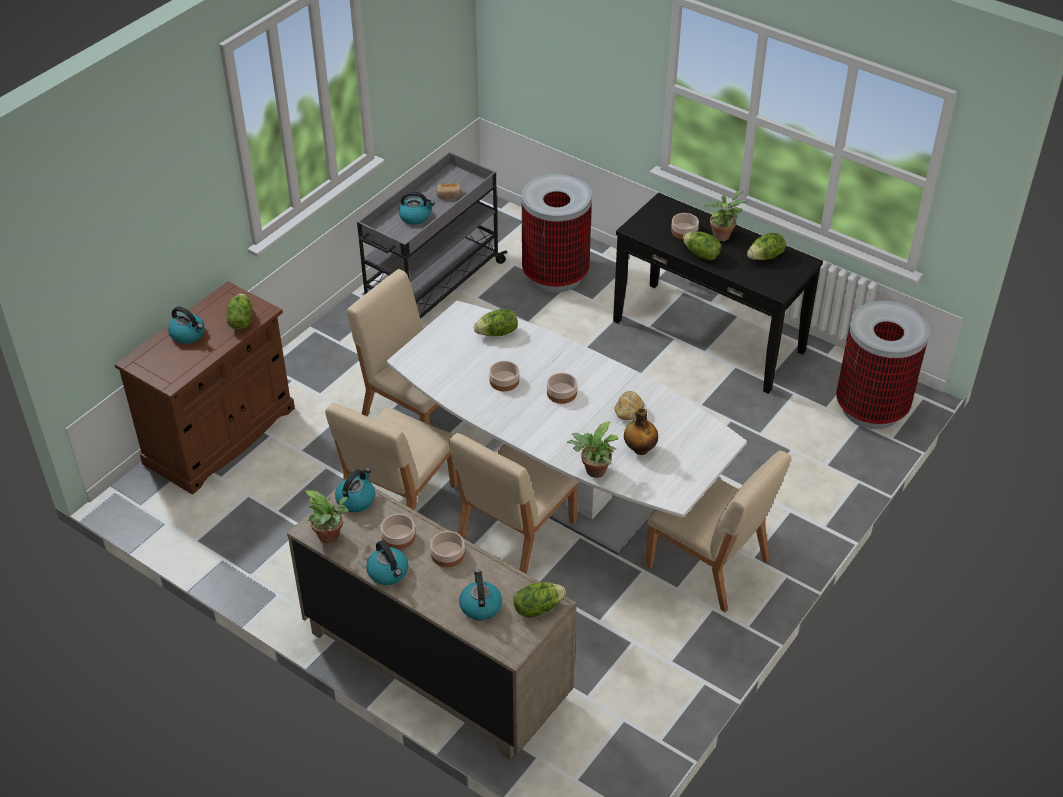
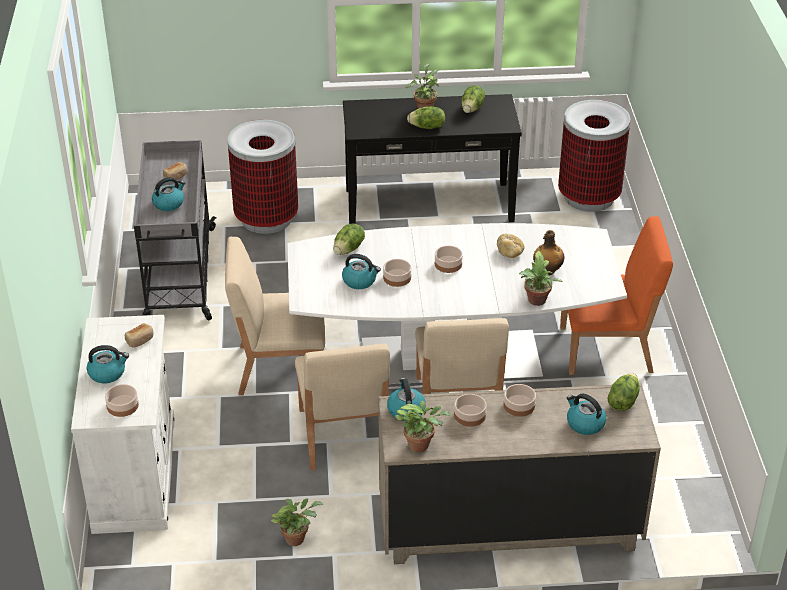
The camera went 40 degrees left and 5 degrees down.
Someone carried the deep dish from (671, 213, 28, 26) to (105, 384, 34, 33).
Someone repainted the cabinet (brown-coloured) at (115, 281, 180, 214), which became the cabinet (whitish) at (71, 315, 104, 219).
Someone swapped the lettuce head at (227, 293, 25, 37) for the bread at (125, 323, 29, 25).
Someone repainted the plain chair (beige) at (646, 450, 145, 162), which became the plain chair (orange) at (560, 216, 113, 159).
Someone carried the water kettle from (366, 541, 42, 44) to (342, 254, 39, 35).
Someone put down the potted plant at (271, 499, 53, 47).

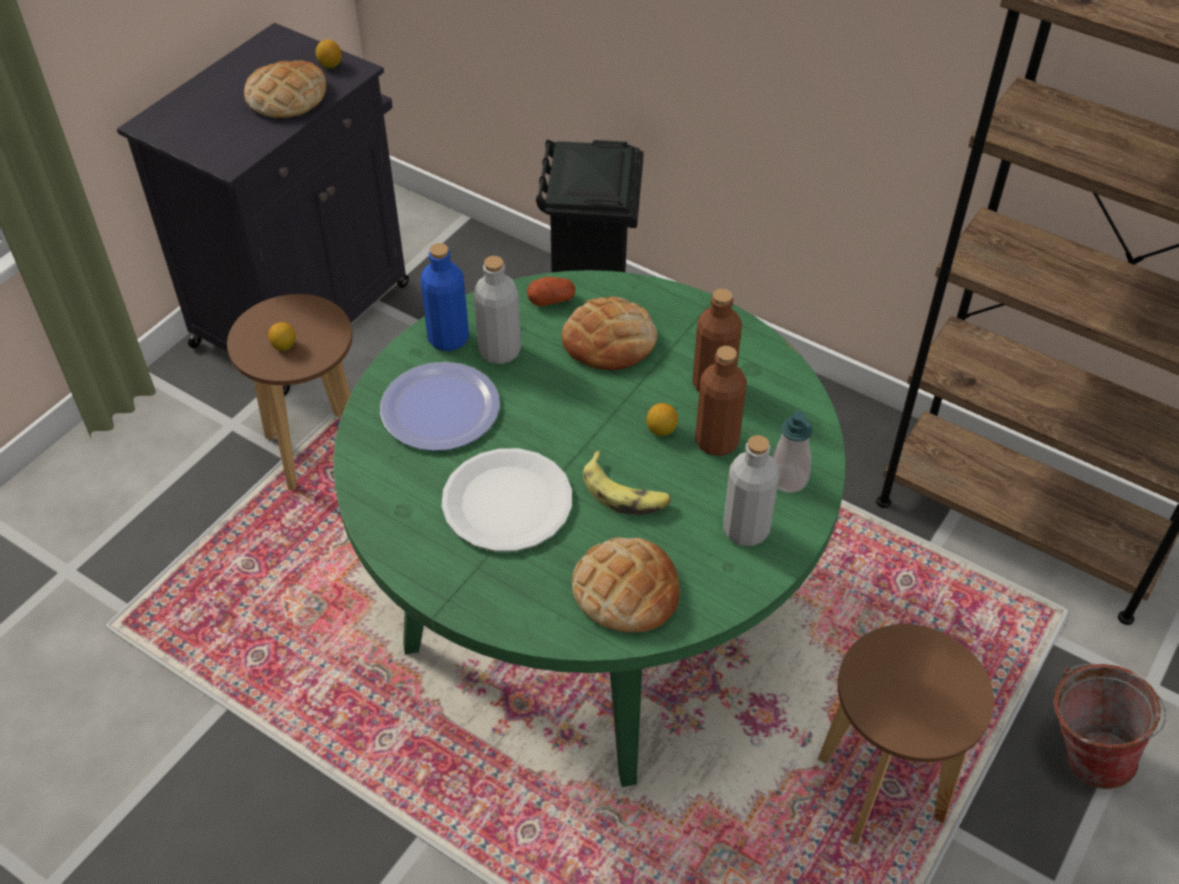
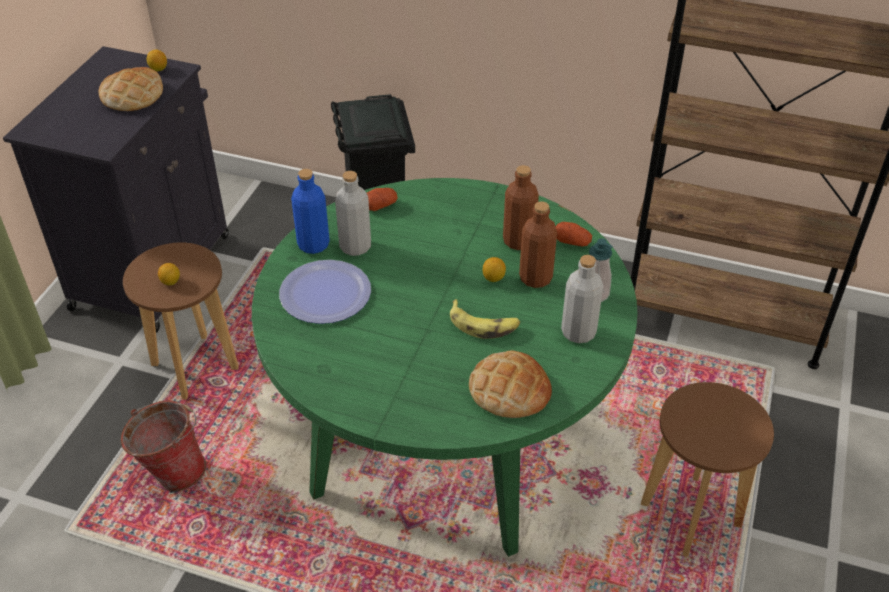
The camera went 15 degrees left and 5 degrees down.
Someone took away the bread at (561, 297, 96, 73).
Someone took away the dinner plate (whitish) at (442, 448, 130, 103).
Someone carried the pail from (1053, 664, 113, 125) to (121, 400, 85, 91).
Someone put down the potato at (556, 222, 36, 25).

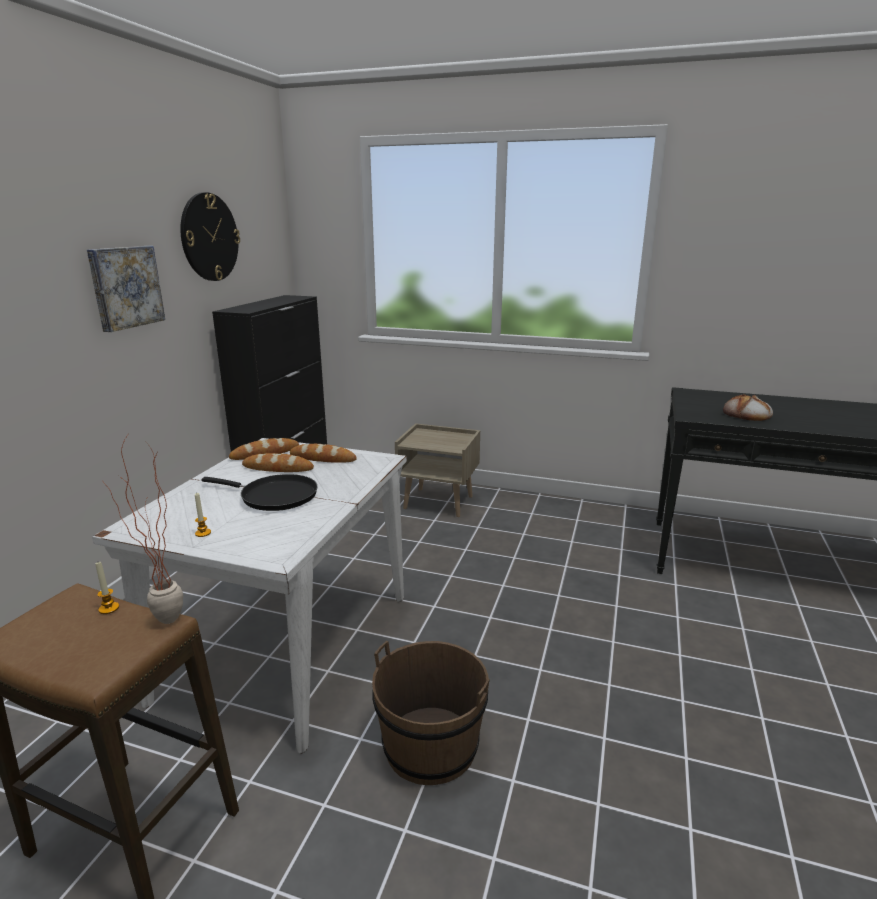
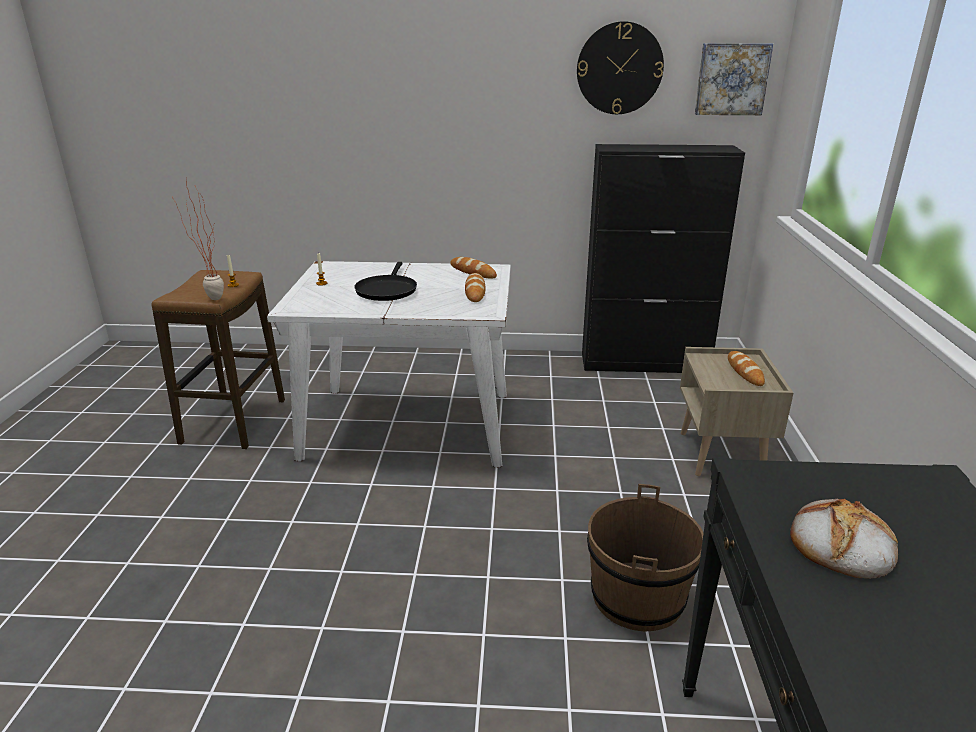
The camera went 75 degrees right and 5 degrees up.
Someone carried the wall art from (87, 246, 78, 86) to (695, 43, 78, 72).
Someone carried the bread from (242, 453, 72, 19) to (728, 351, 37, 35).
Someone carried the pail (brown-coloured) from (372, 641, 118, 144) to (587, 484, 117, 147).

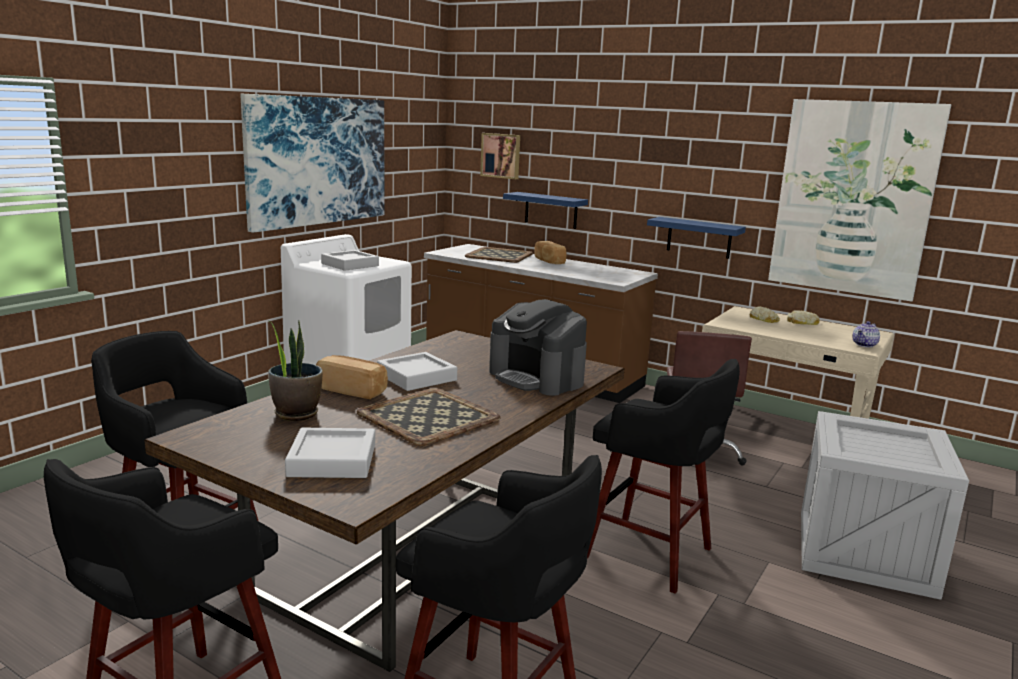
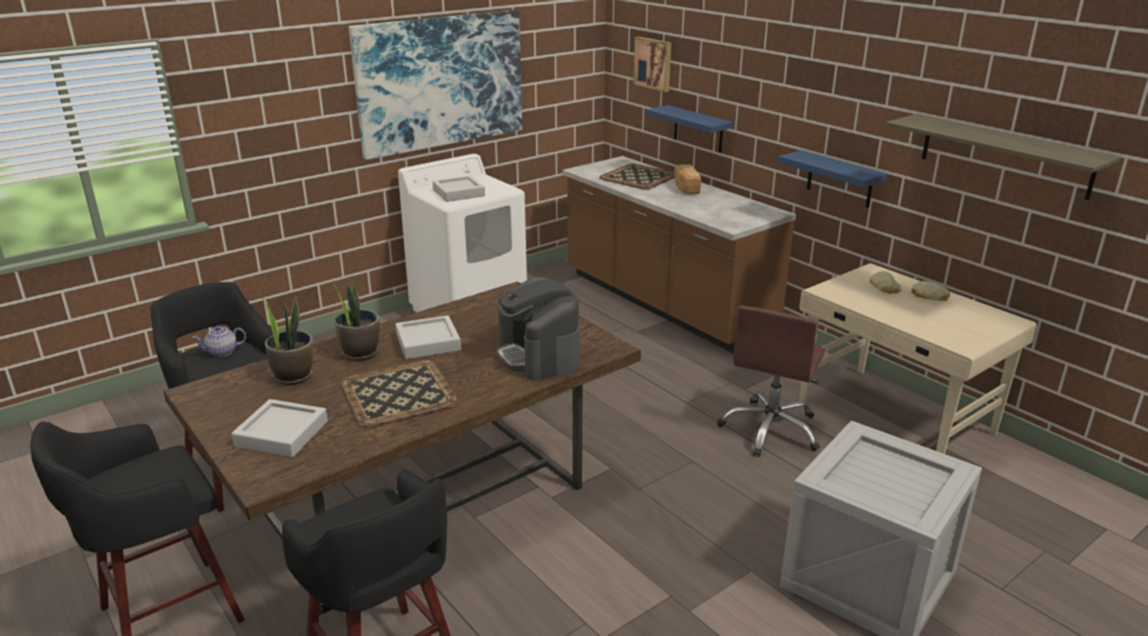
The camera went 20 degrees right and 10 degrees up.
Someone swapped the wall art at (768, 99, 184, 203) for the wall shelf at (885, 114, 236, 86).
Someone carried the pot for tea from (852, 321, 28, 26) to (192, 326, 54, 31).
Someone swapped the bread at (316, 355, 72, 44) for the potted plant at (331, 276, 48, 85).
Someone took away the stool (black) at (587, 359, 153, 235).

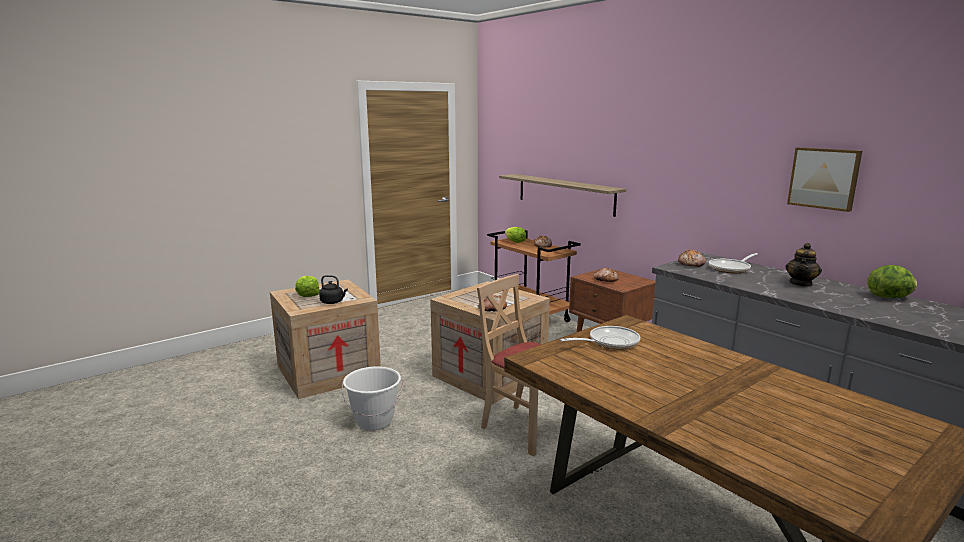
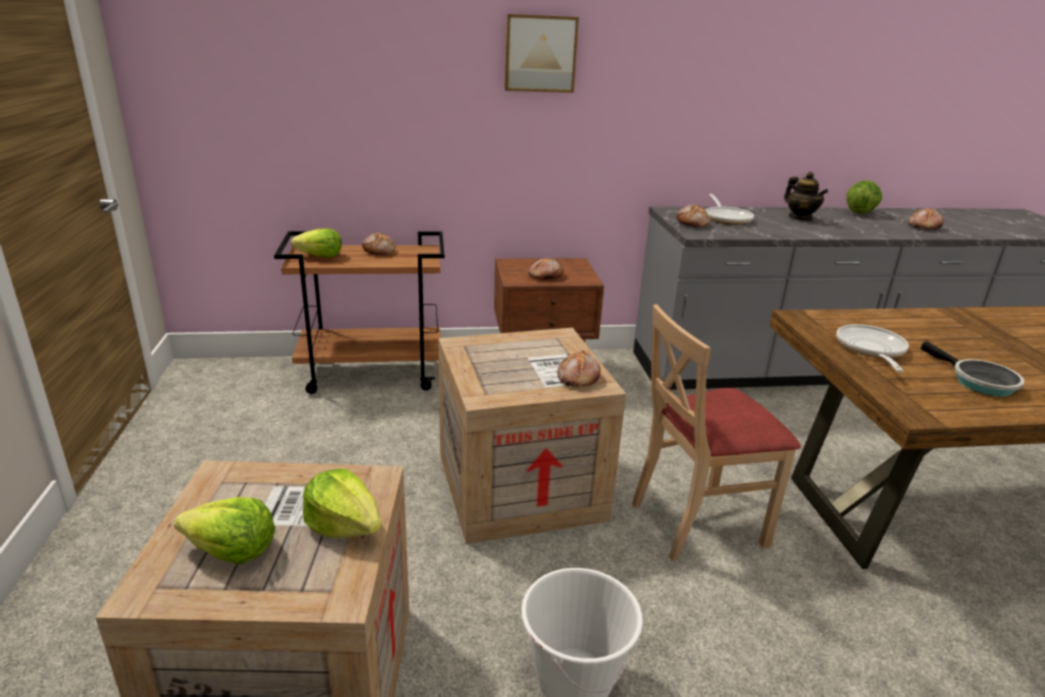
The camera went 60 degrees left and 10 degrees up.
Someone carried the wall art from (787, 147, 75, 65) to (505, 14, 74, 79).
Someone took away the wall shelf at (499, 174, 127, 43).
Someone swapped the water kettle (black) at (319, 275, 29, 29) for the lettuce head at (303, 469, 78, 69).
Someone put down the bread at (908, 208, 36, 21).
Someone put down the skillet at (921, 341, 104, 56).

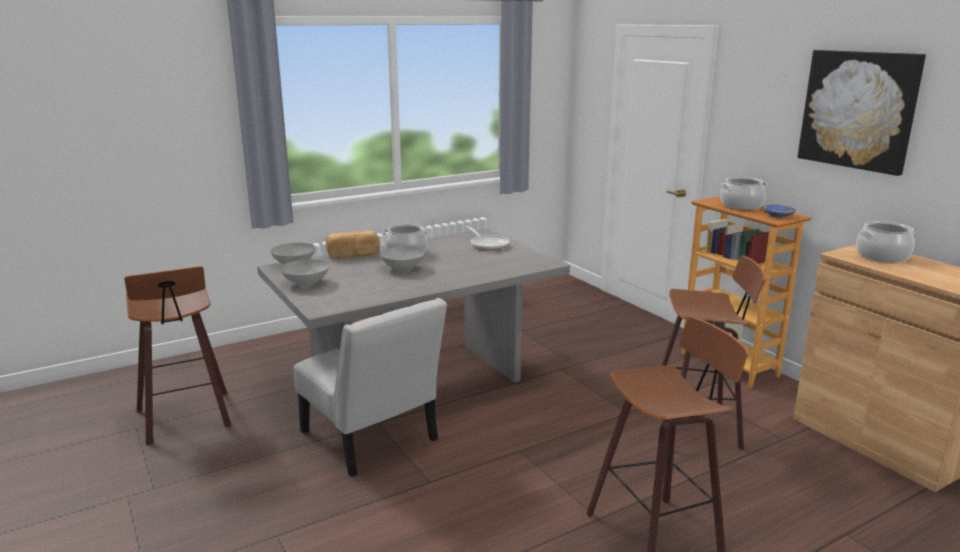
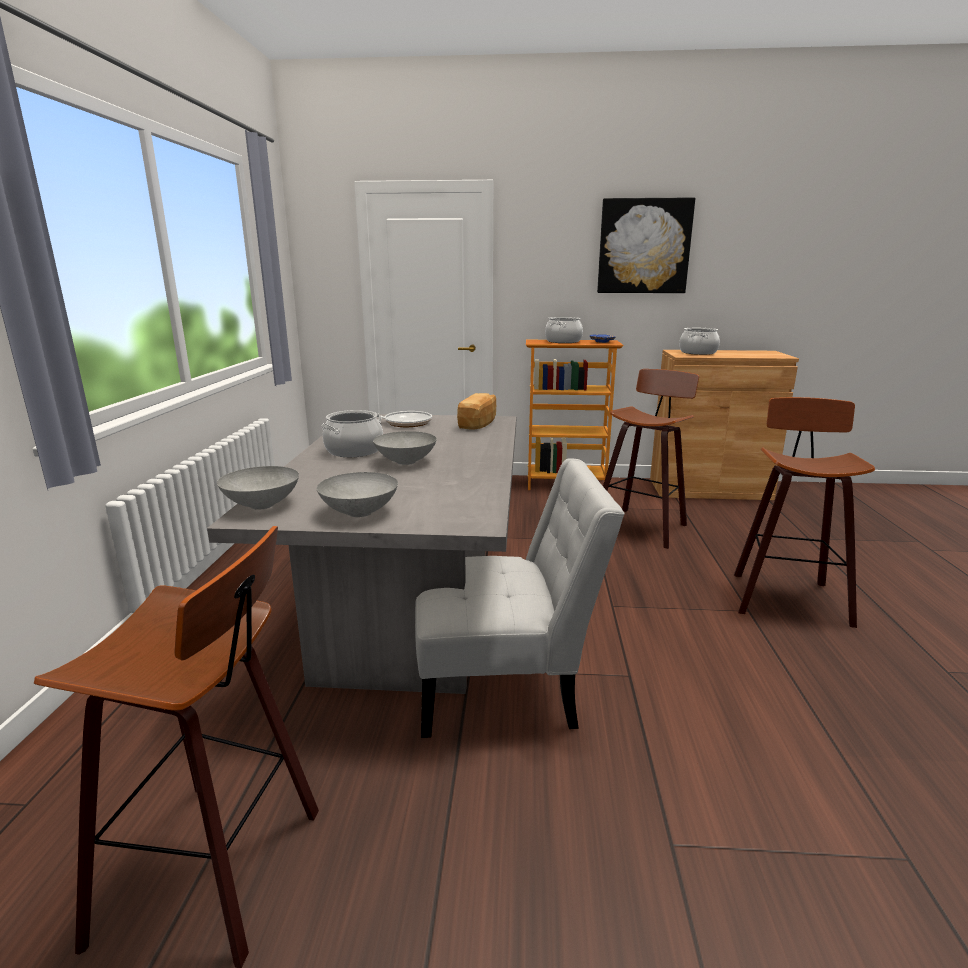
The camera went 55 degrees left and 0 degrees up.
Someone carried the bread from (326, 230, 54, 29) to (457, 393, 39, 37).

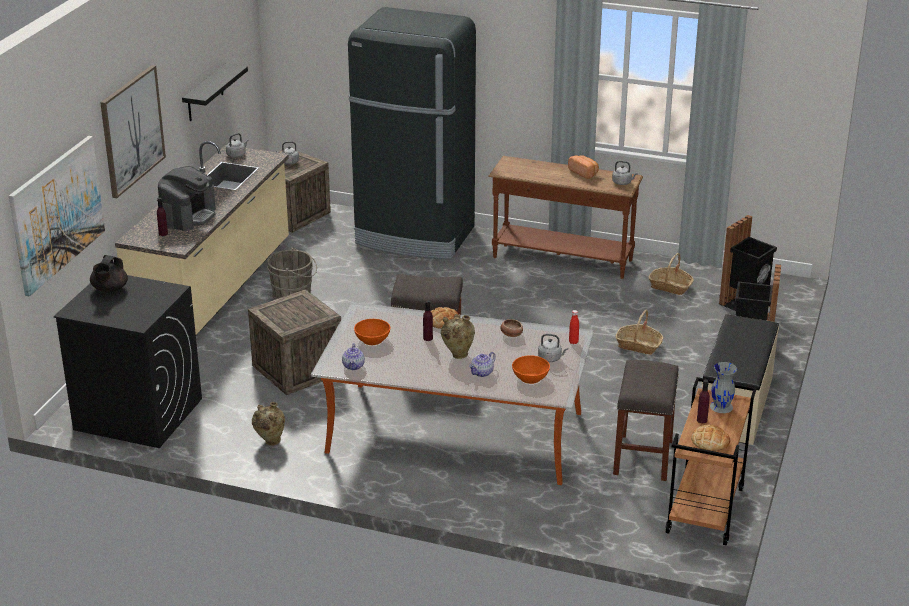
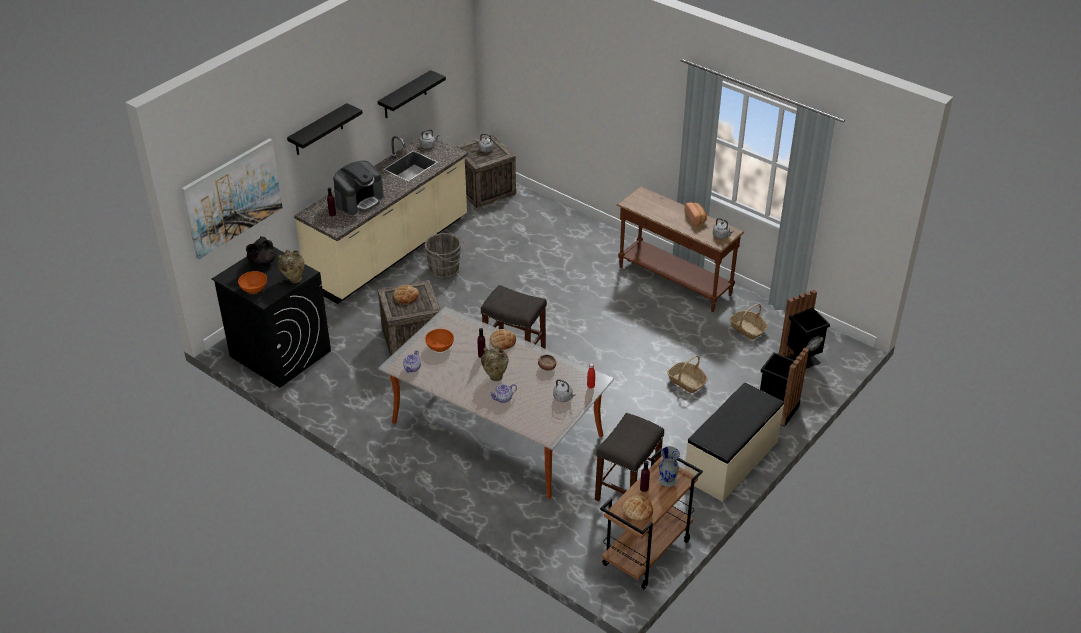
The camera went 20 degrees right and 10 degrees up.
Someone took away the refrigerator (black) at (348, 7, 128, 252).
Someone swapped the wall art at (100, 65, 66, 133) for the wall shelf (black) at (287, 103, 76, 52).
Someone carried the deep dish (orange) from (512, 355, 38, 29) to (238, 271, 29, 23).
Someone carried the flower vase (beige) from (252, 402, 33, 44) to (278, 250, 26, 33).
Someone put down the bread at (394, 285, 25, 19).

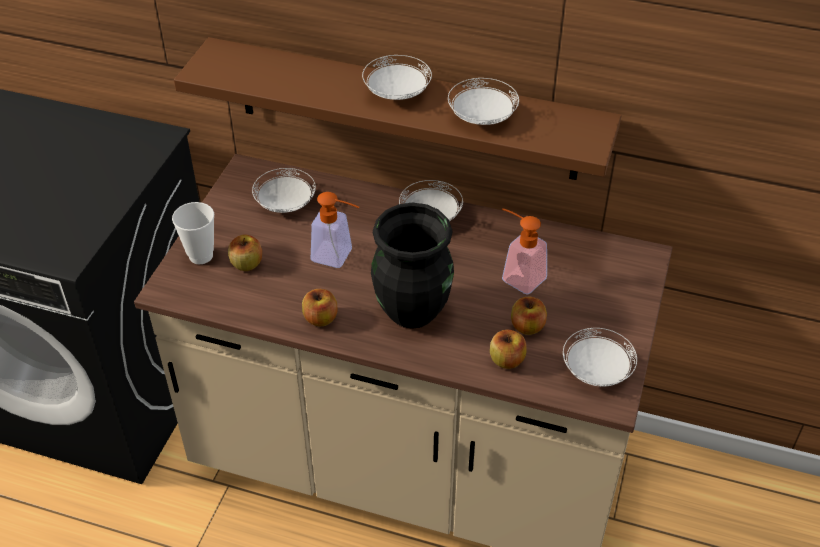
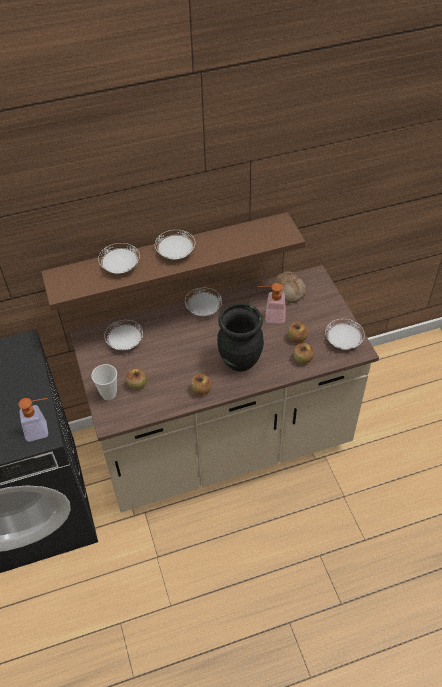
The camera went 35 degrees left and 5 degrees up.
Someone carried the dinner plate (whitish) from (448, 78, 71, 47) to (98, 243, 42, 31).
Someone carried the liquid soap bottle from (311, 192, 48, 76) to (18, 398, 30, 44).
Someone put down the bread at (271, 271, 35, 32).

